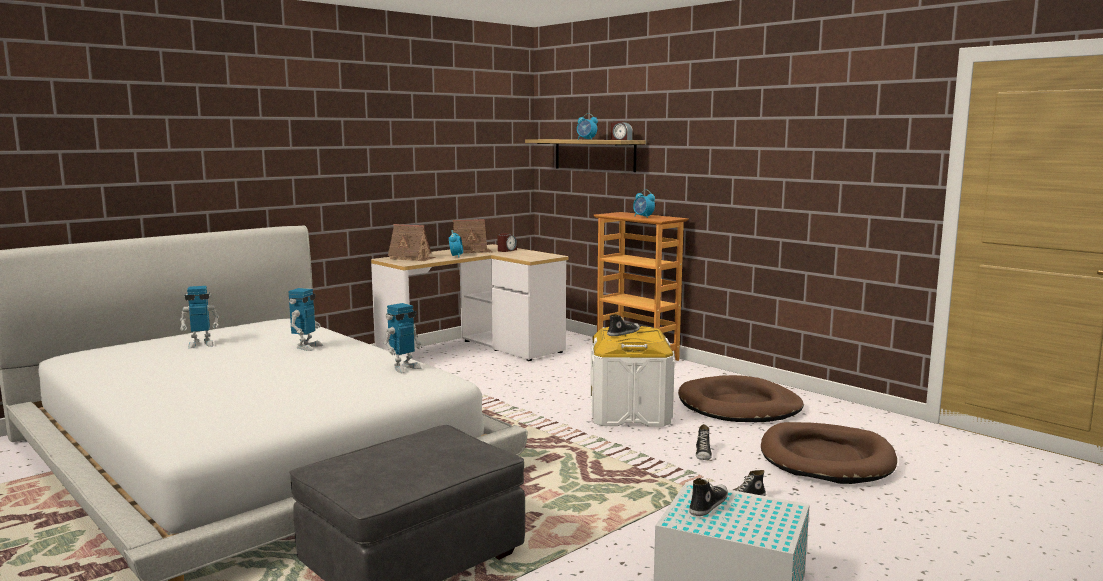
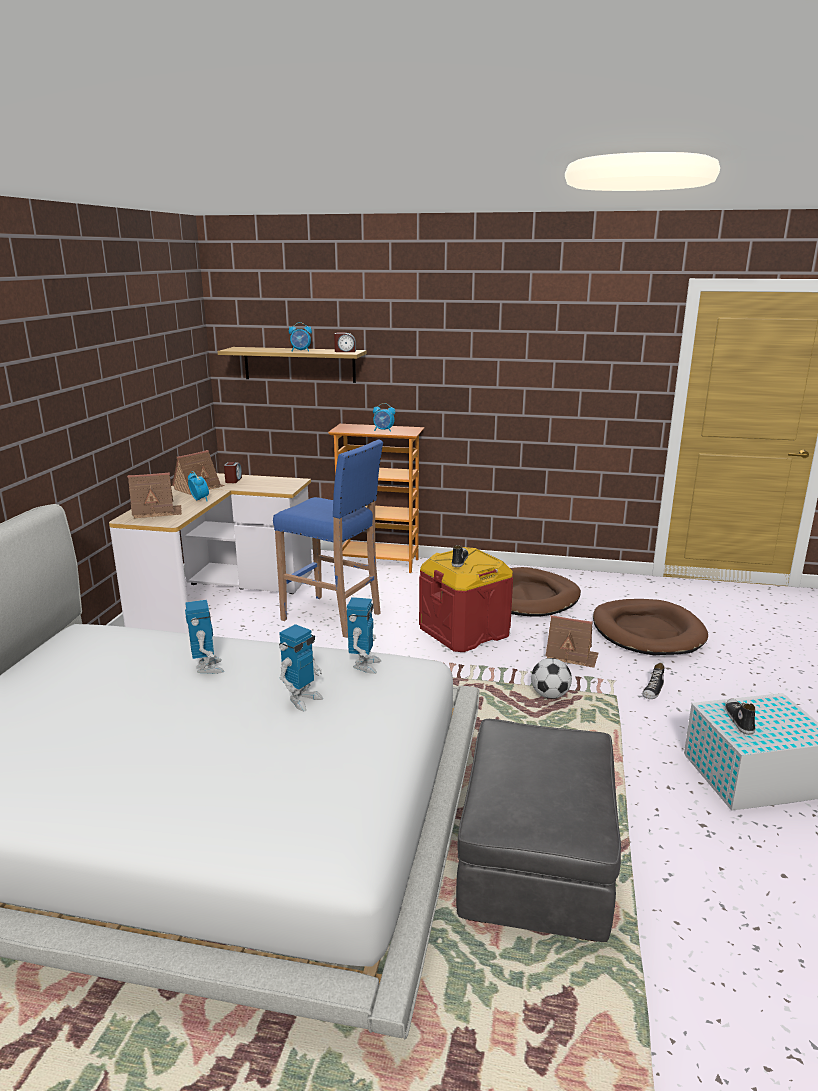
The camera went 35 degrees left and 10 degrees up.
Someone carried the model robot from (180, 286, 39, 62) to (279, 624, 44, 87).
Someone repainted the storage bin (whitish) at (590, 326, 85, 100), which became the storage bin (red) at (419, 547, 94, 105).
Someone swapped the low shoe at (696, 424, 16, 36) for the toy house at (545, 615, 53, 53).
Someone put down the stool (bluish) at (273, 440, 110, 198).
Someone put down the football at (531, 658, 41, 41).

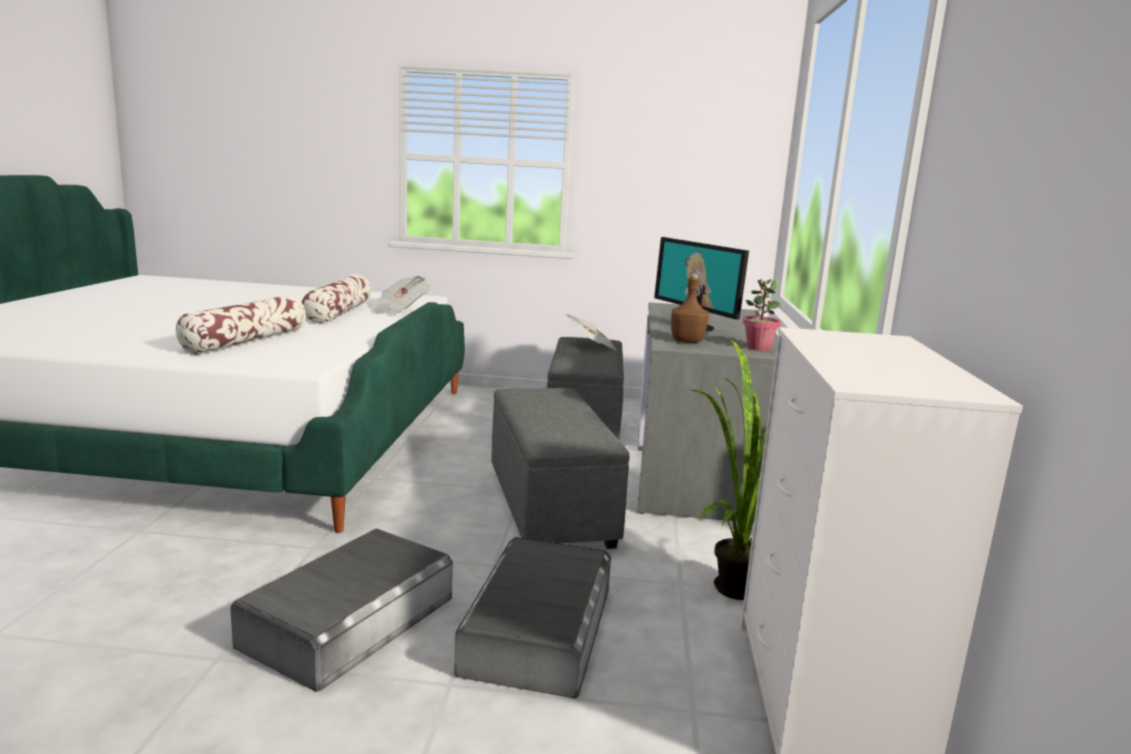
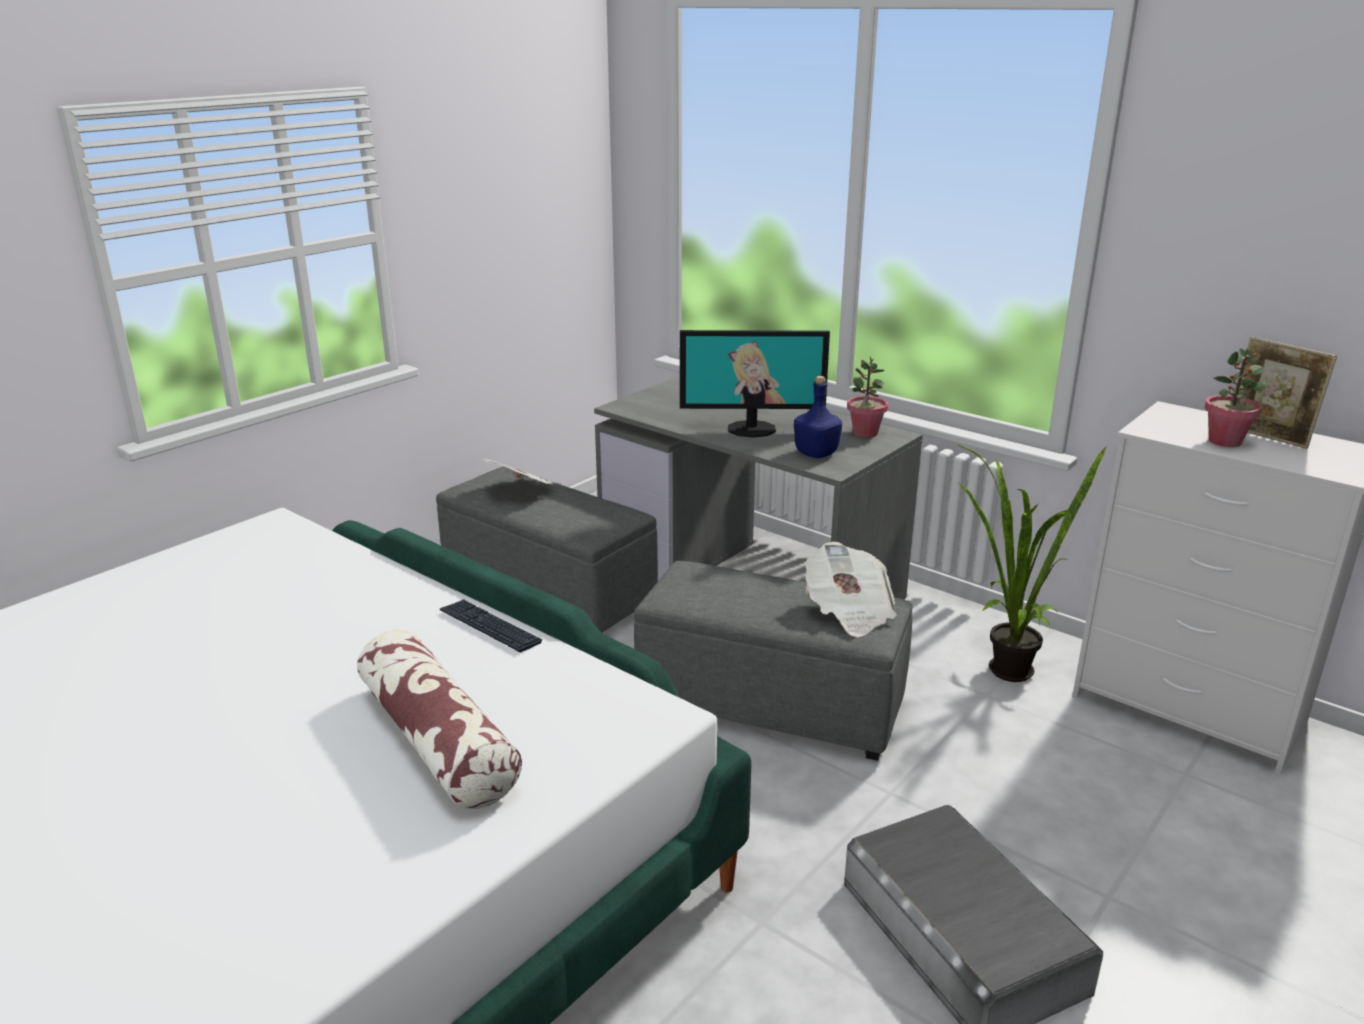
The camera went 55 degrees left and 10 degrees up.
Someone repainted the beverage bottle (brown-coloured) at (671, 273, 38, 70), which became the beverage bottle (bluish) at (794, 376, 48, 82).
Someone took away the throw pillow at (301, 275, 71, 49).
Someone carried the daily paper from (370, 276, 61, 38) to (805, 542, 92, 95).
Someone took away the storage bin (greyish) at (454, 537, 157, 162).
Someone put down the picture frame at (1234, 337, 103, 112).
Someone put down the potted plant at (1205, 349, 62, 98).
Someone put down the keyboard at (440, 600, 102, 52).

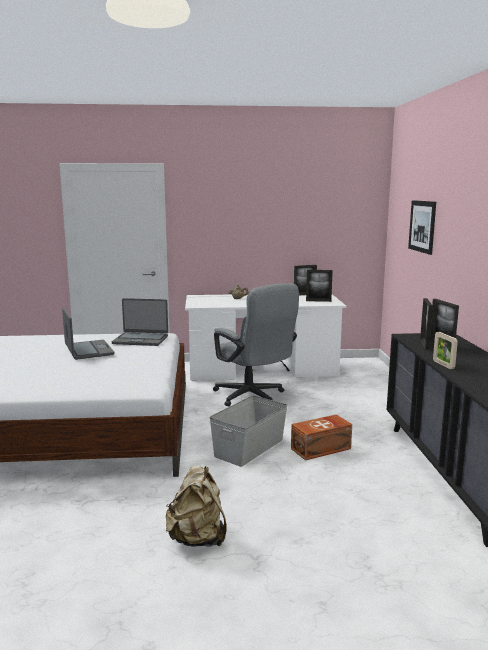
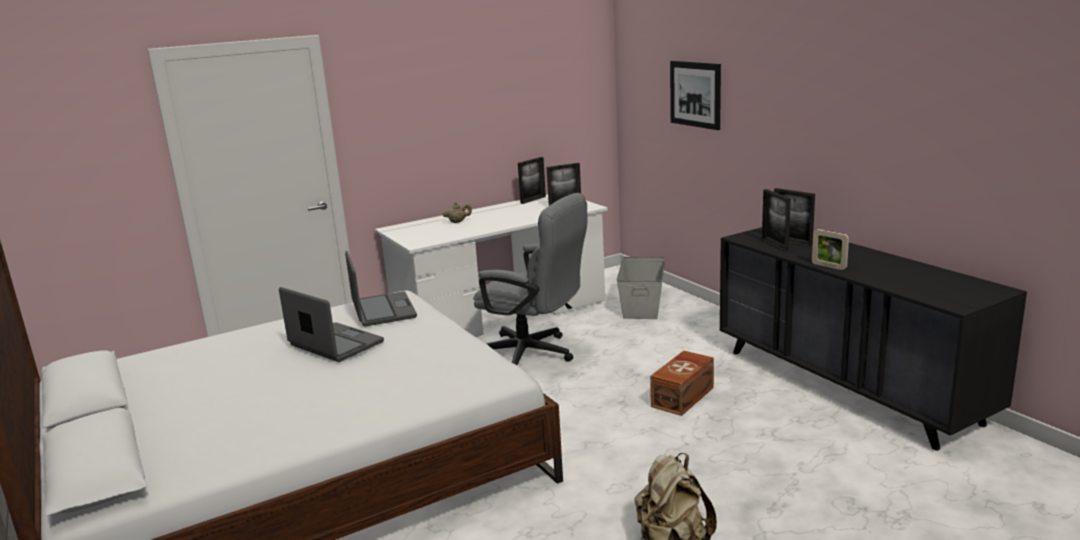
The camera went 25 degrees left and 5 degrees up.
Someone rotated the portable computer at (112, 298, 56, 48) by 90 degrees counterclockwise.
Someone carried the storage bin (greyish) from (209, 395, 78, 72) to (617, 257, 48, 62).

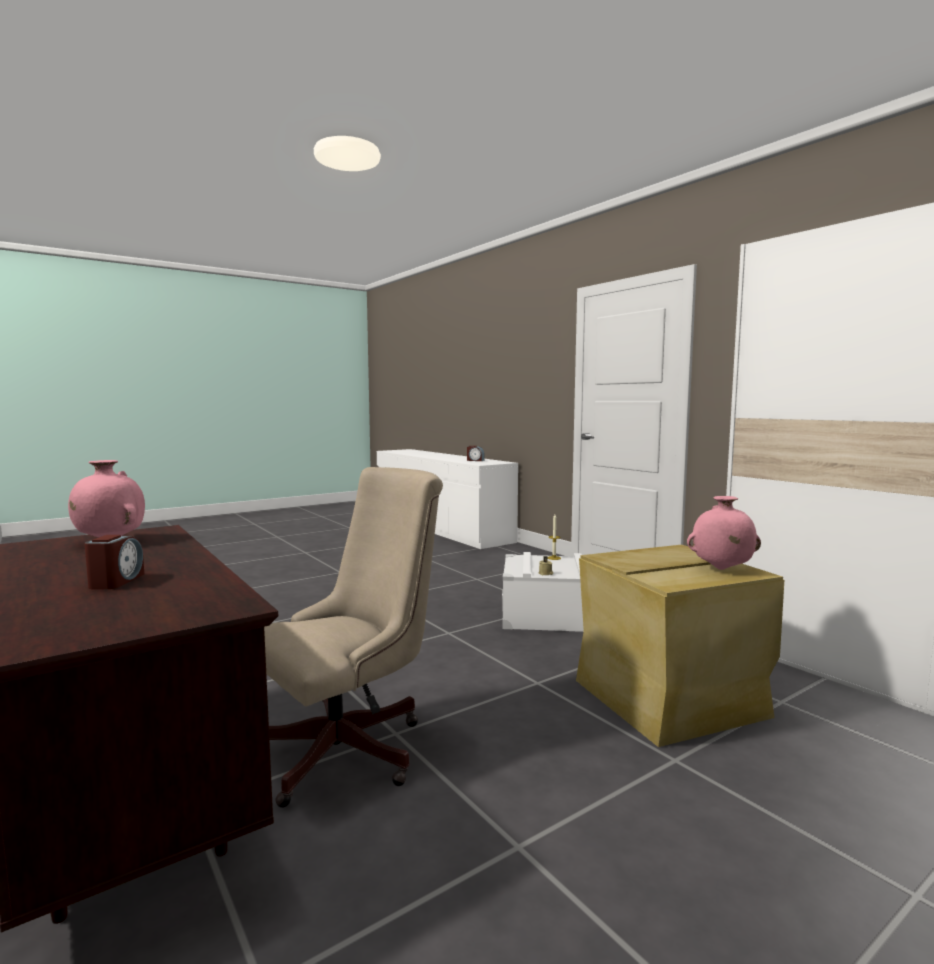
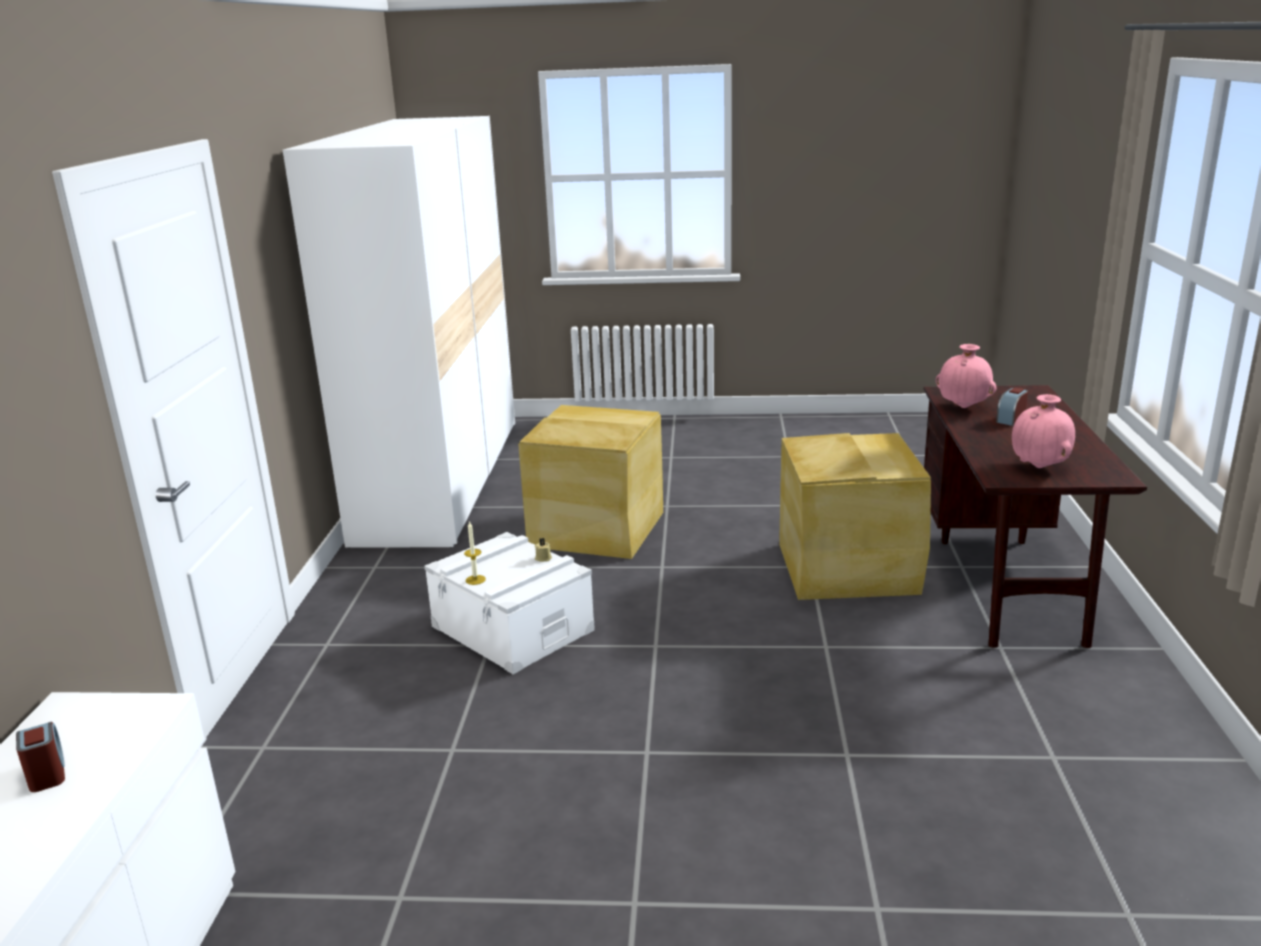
The camera went 140 degrees left and 15 degrees up.
Someone swapped the desk chair (beige) at (264, 467, 179, 341) for the storage bin (beige) at (779, 433, 152, 167).
Someone carried the flower vase (pink-coloured) from (687, 496, 74, 74) to (936, 344, 61, 64).

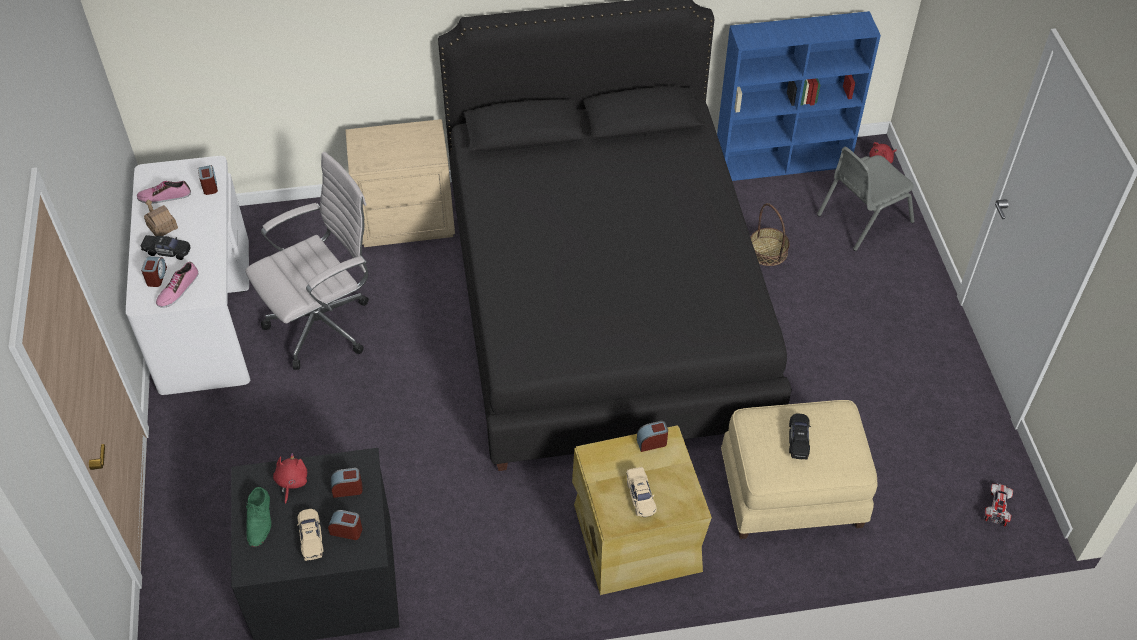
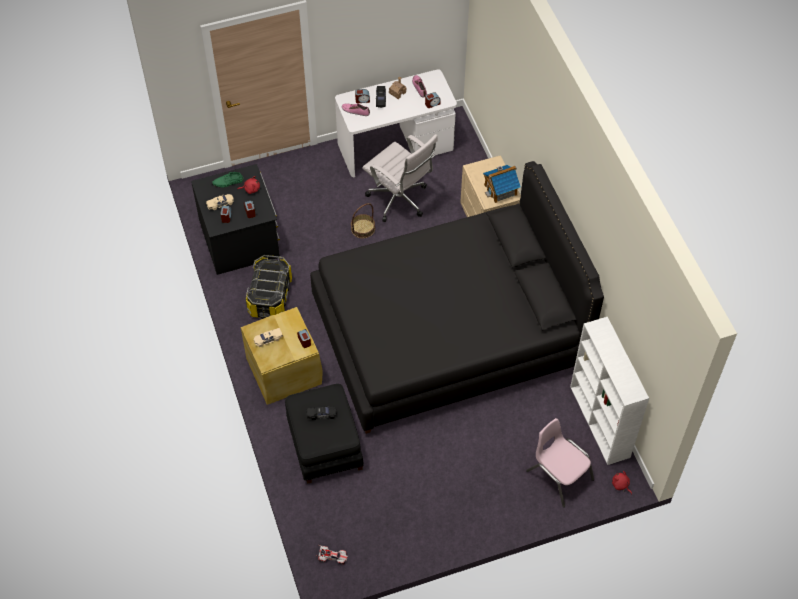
The camera went 80 degrees right and 5 degrees up.
Someone repainted the bookshelf (bluish) at (717, 11, 164, 170), which became the bookshelf (whitish) at (570, 317, 79, 148).
Someone repainted the plain chair (greyish) at (817, 147, 97, 104), which became the plain chair (pink-coloured) at (526, 418, 68, 89).
Someone carried the storage basket from (751, 203, 39, 63) to (351, 203, 24, 35).
Someone repainted the footrest (beige) at (721, 400, 157, 139), which became the footrest (black) at (285, 384, 79, 100).
Someone put down the toy house at (483, 165, 38, 38).
Someone put down the storage bin at (246, 255, 46, 64).

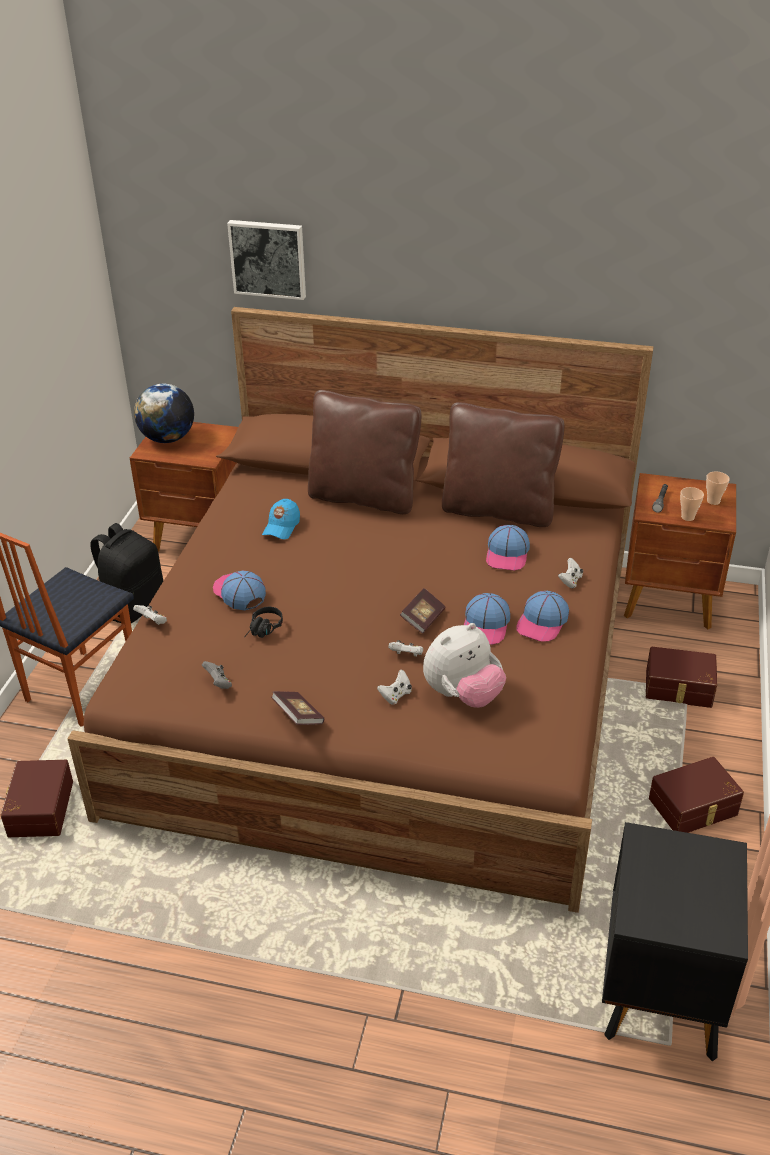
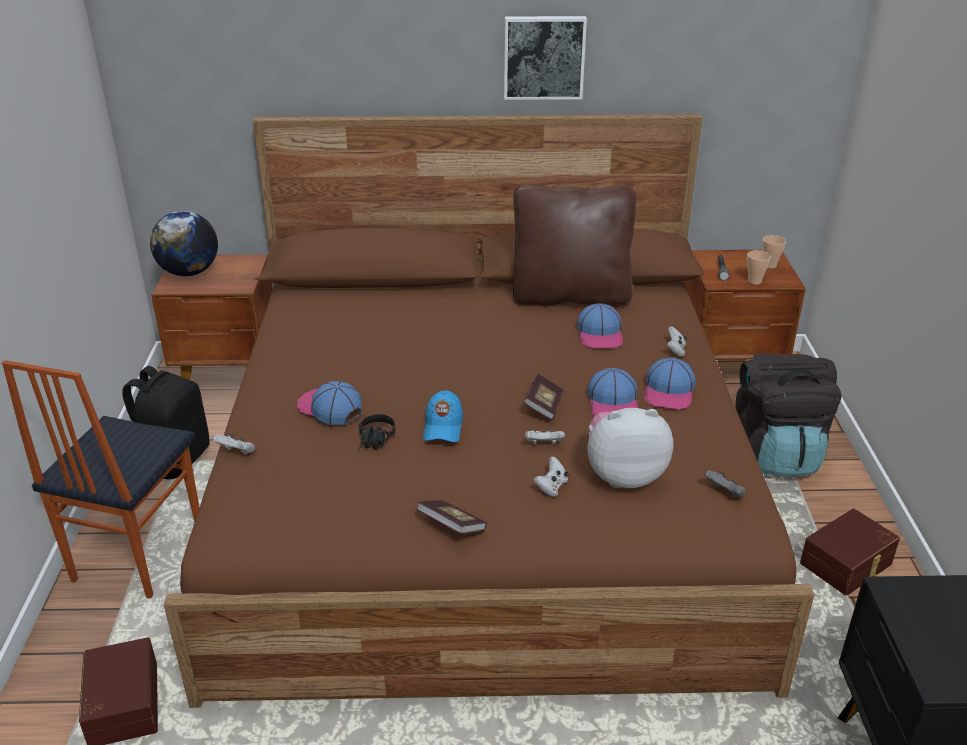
The camera went 15 degrees left and 5 degrees down.
Someone carried the wall art from (227, 220, 79, 80) to (504, 16, 83, 84).
Someone took away the throw pillow (brown-coloured) at (308, 390, 113, 124).
Someone carried the baseball cap (bluish) from (262, 499, 38, 40) to (423, 391, 40, 51).
Someone rotated the plush toy at (423, 623, 83, 85) by 135 degrees counterclockwise.
Someone swapped the storage bin (brown-coloured) at (646, 647, 71, 61) for the rucksack (black) at (735, 353, 107, 124).
Someone carried the gamepad (greyish) from (202, 661, 30, 28) to (705, 470, 40, 28).

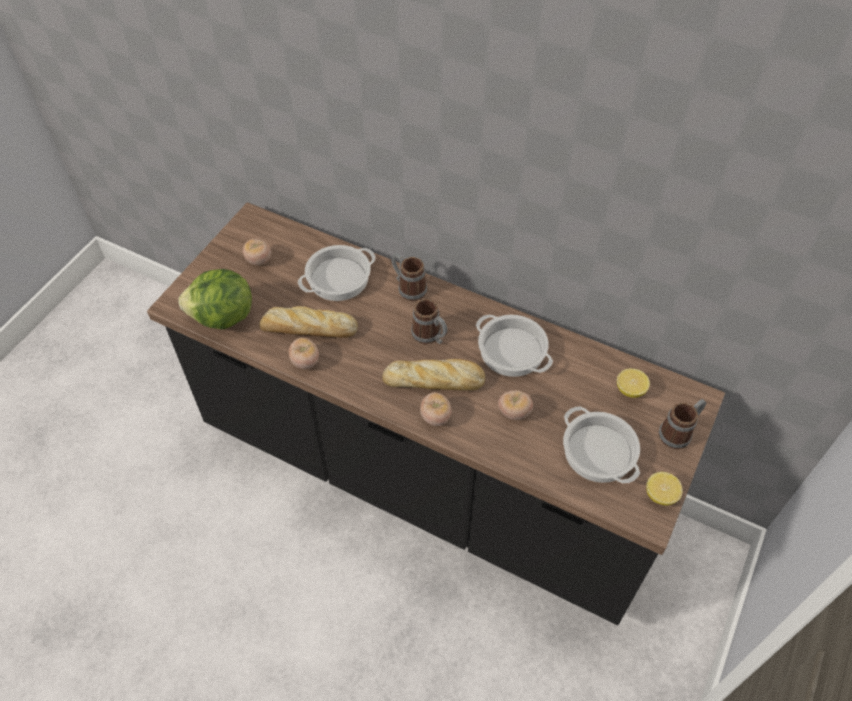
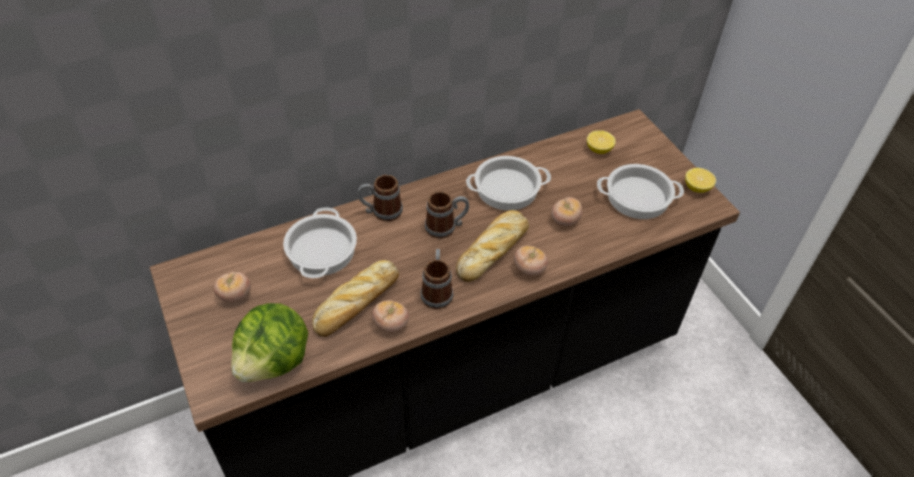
The camera went 55 degrees left and 5 degrees down.
Someone carried the tea mug from (659, 399, 47, 50) to (420, 249, 34, 60).

